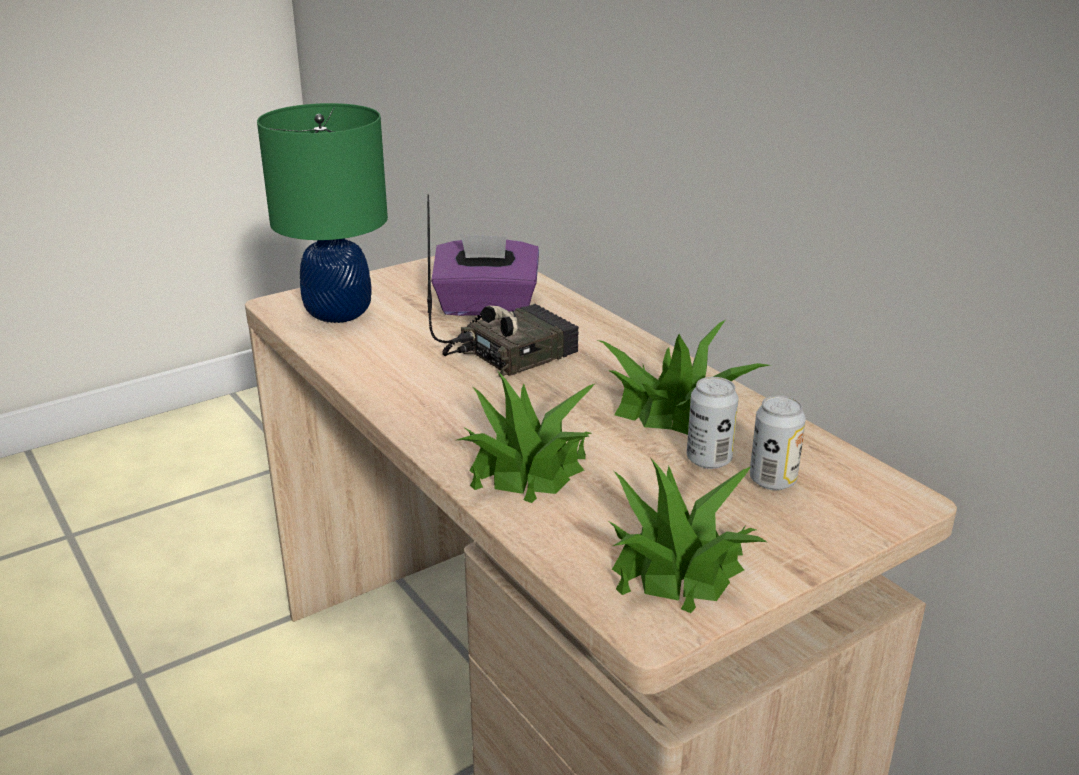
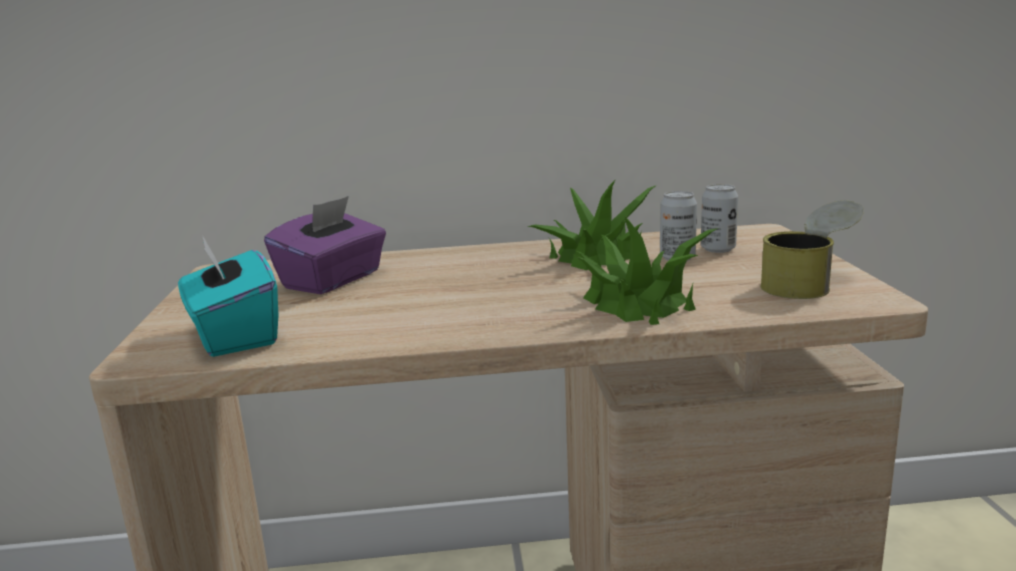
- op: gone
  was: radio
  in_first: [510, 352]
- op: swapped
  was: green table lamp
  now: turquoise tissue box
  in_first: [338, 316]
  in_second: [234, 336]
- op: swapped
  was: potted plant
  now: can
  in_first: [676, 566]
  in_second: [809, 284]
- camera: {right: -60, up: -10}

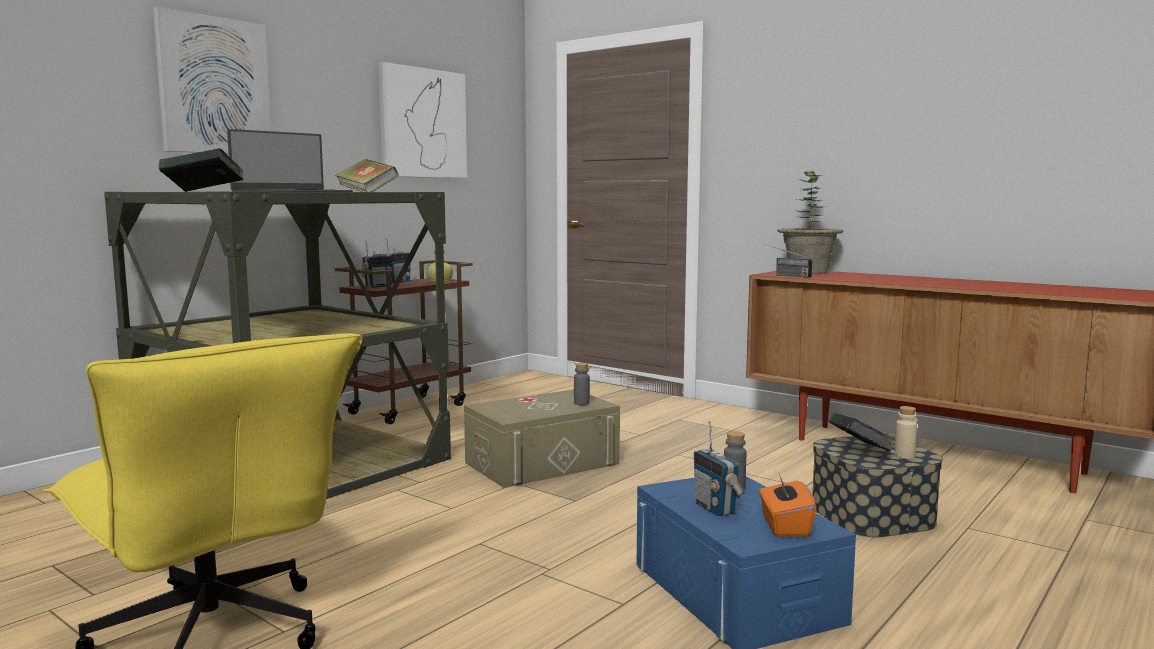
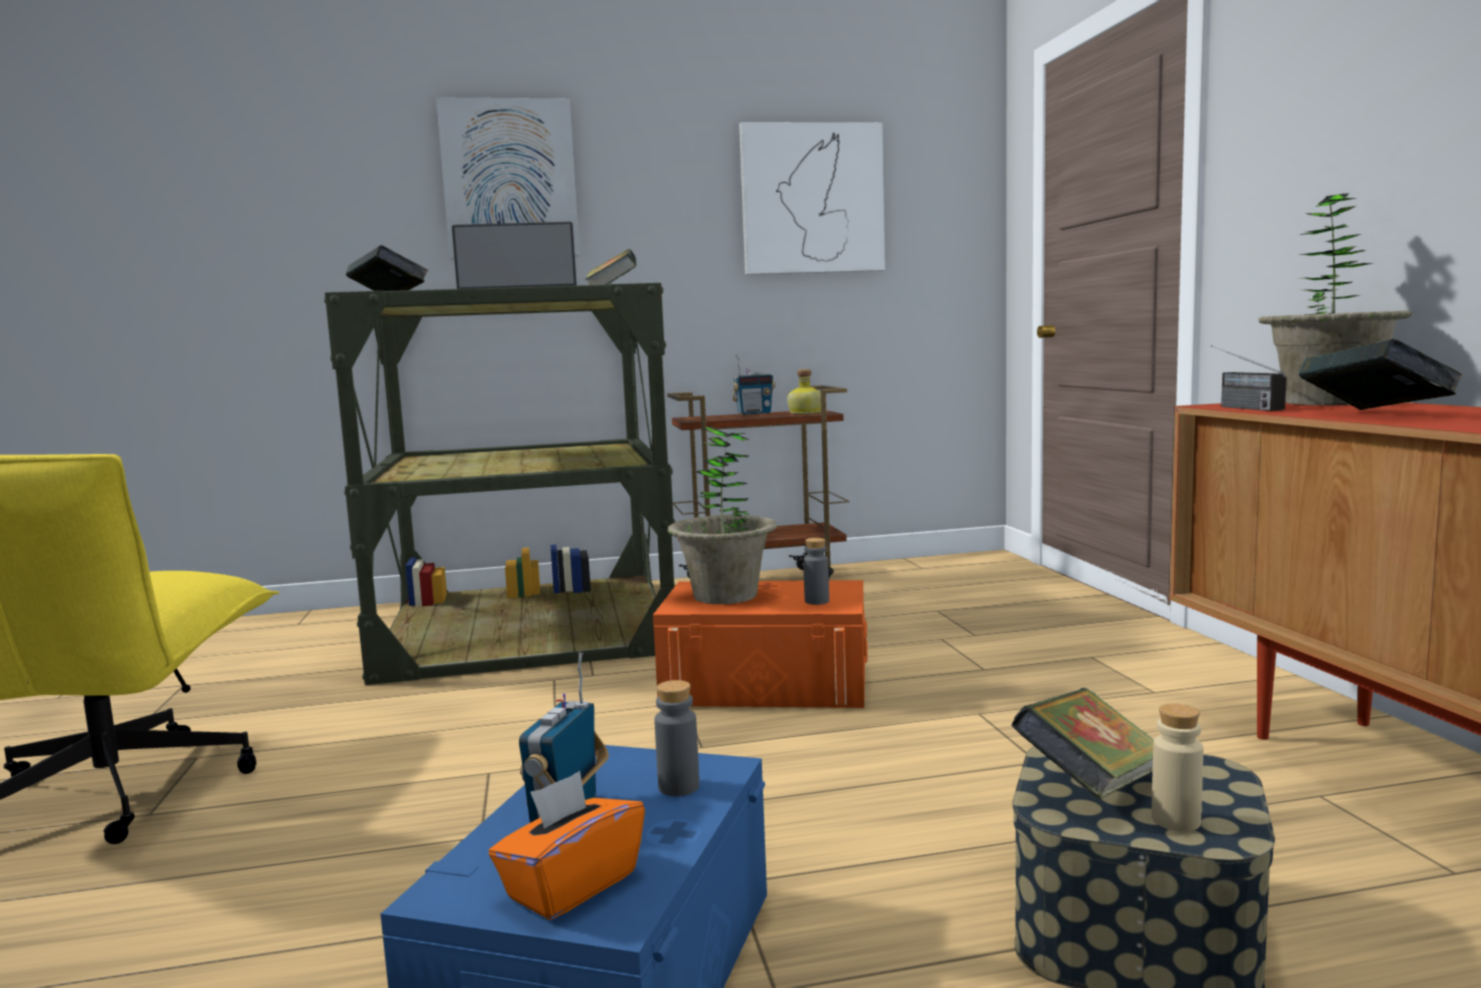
- op: gone
  was: radio
  in_first: [378, 286]
- op: new
  now: potted plant
  in_second: [725, 596]
- op: new
  now: book
  in_second: [1374, 414]
- op: repainted
  was: beige storage box
  now: orange storage box
  in_first: [542, 463]
  in_second: [766, 683]
- camera: {right: 40, up: 0}

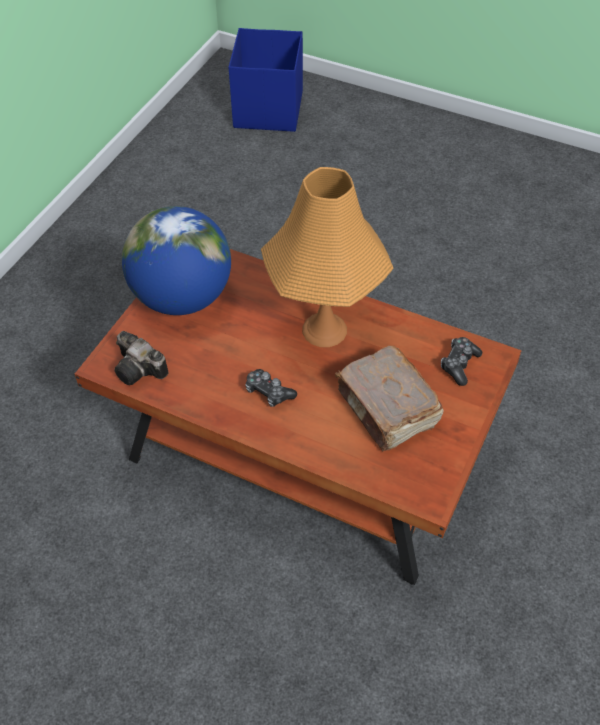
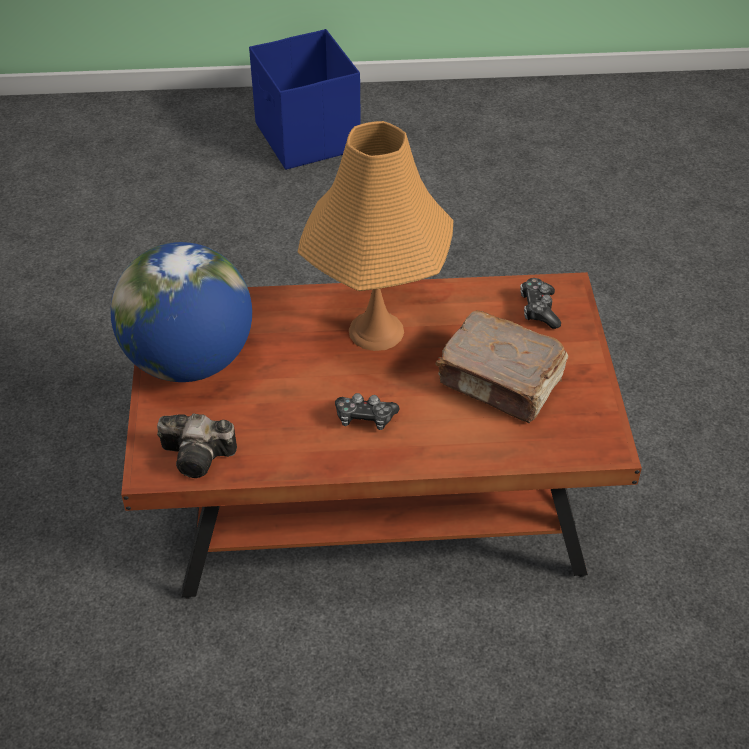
- op: shifted
  was: blue storage box
  in_first: [267, 111]
  in_second: [307, 138]
- camera: {right: -30, up: -5}

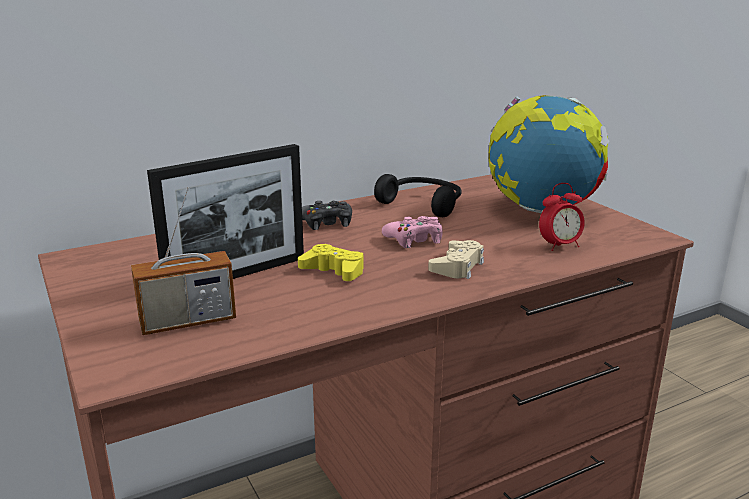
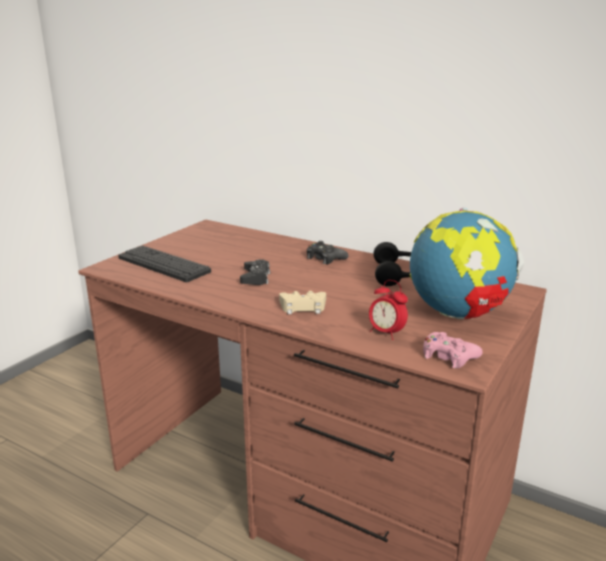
- op: gone
  was: picture frame
  in_first: [237, 275]
- op: shifted
  was: pink game controller
  in_first: [414, 239]
  in_second: [448, 356]
- op: swapped
  was: radio
  now: keyboard
  in_first: [188, 321]
  in_second: [163, 265]
- op: repainted
  was: yellow game controller
  now: black game controller
  in_first: [334, 271]
  in_second: [255, 277]
- camera: {right: 60, up: 0}

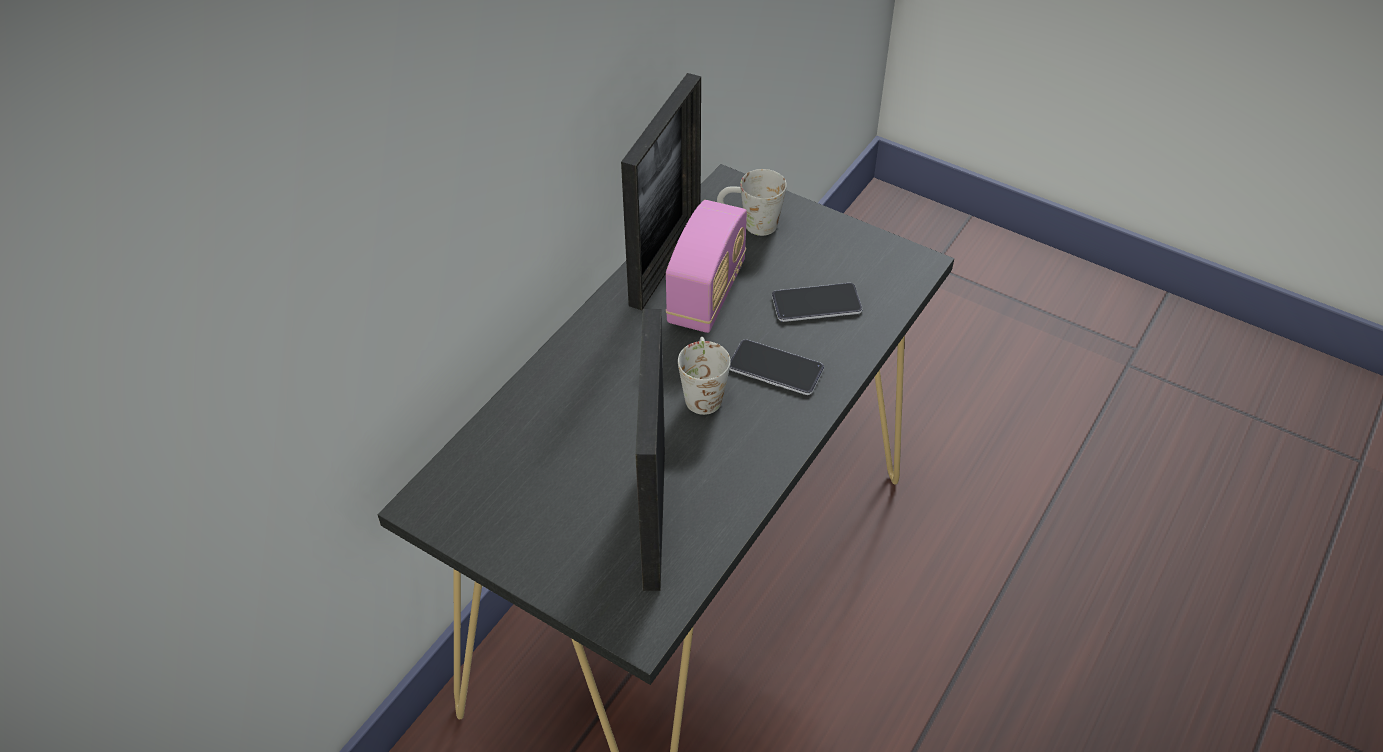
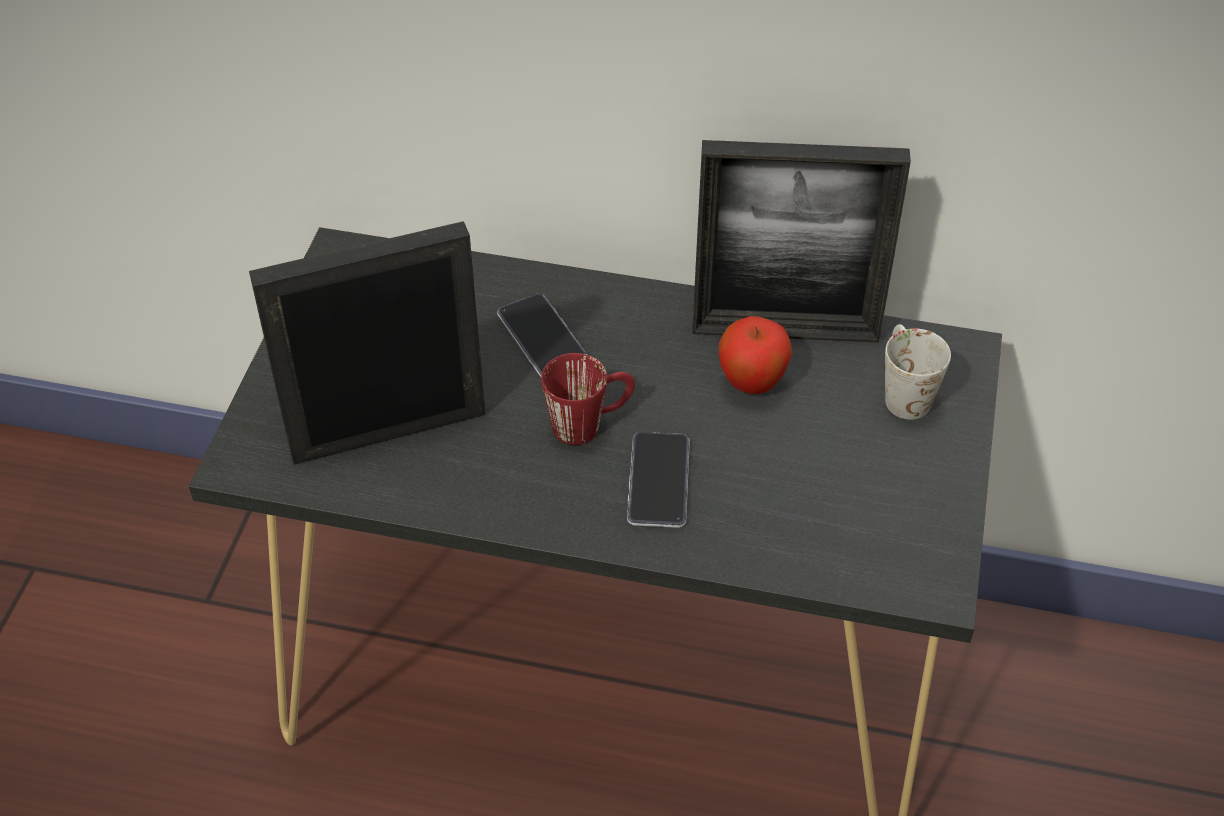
- op: shifted
  was: phone
  in_first: [816, 304]
  in_second: [542, 338]
- op: swapped
  was: radio
  now: apple
  in_first: [707, 294]
  in_second: [751, 384]
- op: repainted
  was: white mug
  now: red mug
  in_first: [702, 391]
  in_second: [590, 422]
- camera: {right: 70, up: 0}

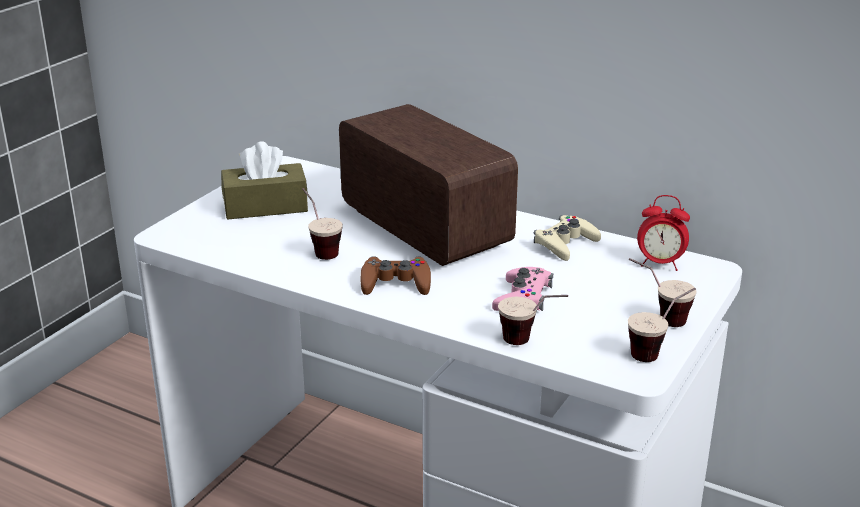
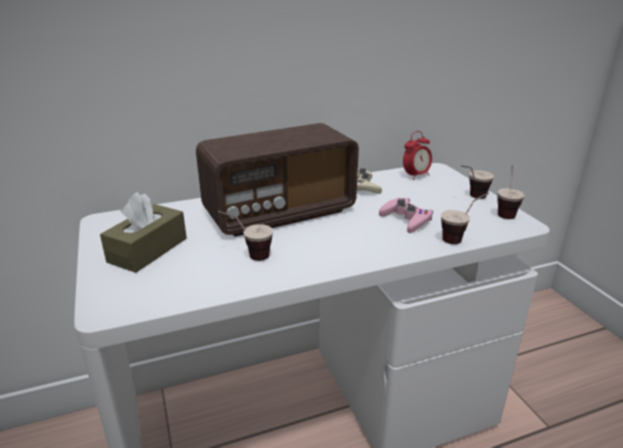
- op: gone
  was: brown game controller
  in_first: [396, 283]
- op: rotated
  was: radio
  in_first: [424, 228]
  in_second: [279, 212]
  clockwise: 150
- camera: {right: -50, up: 0}

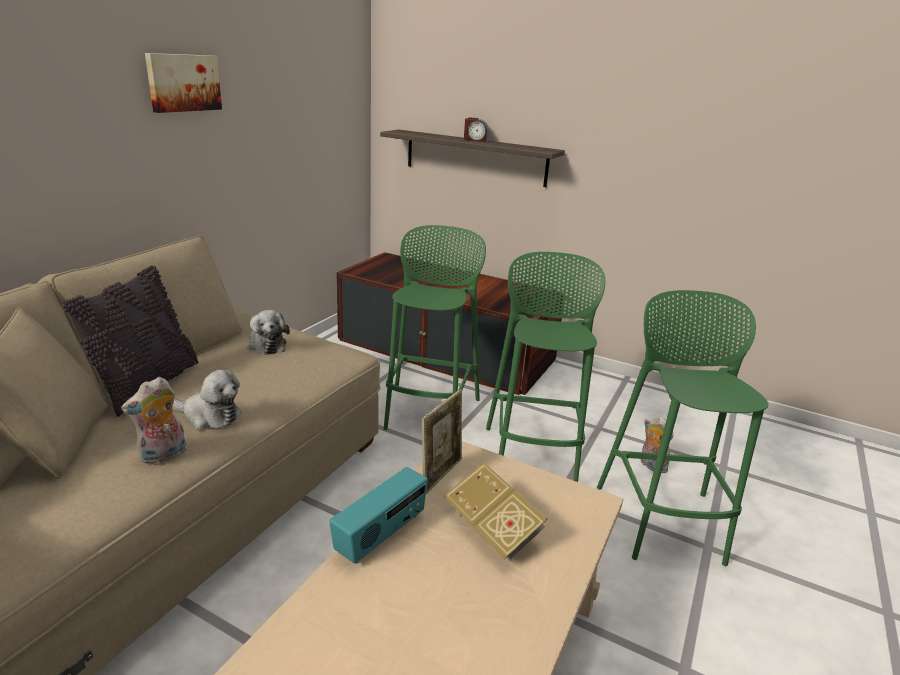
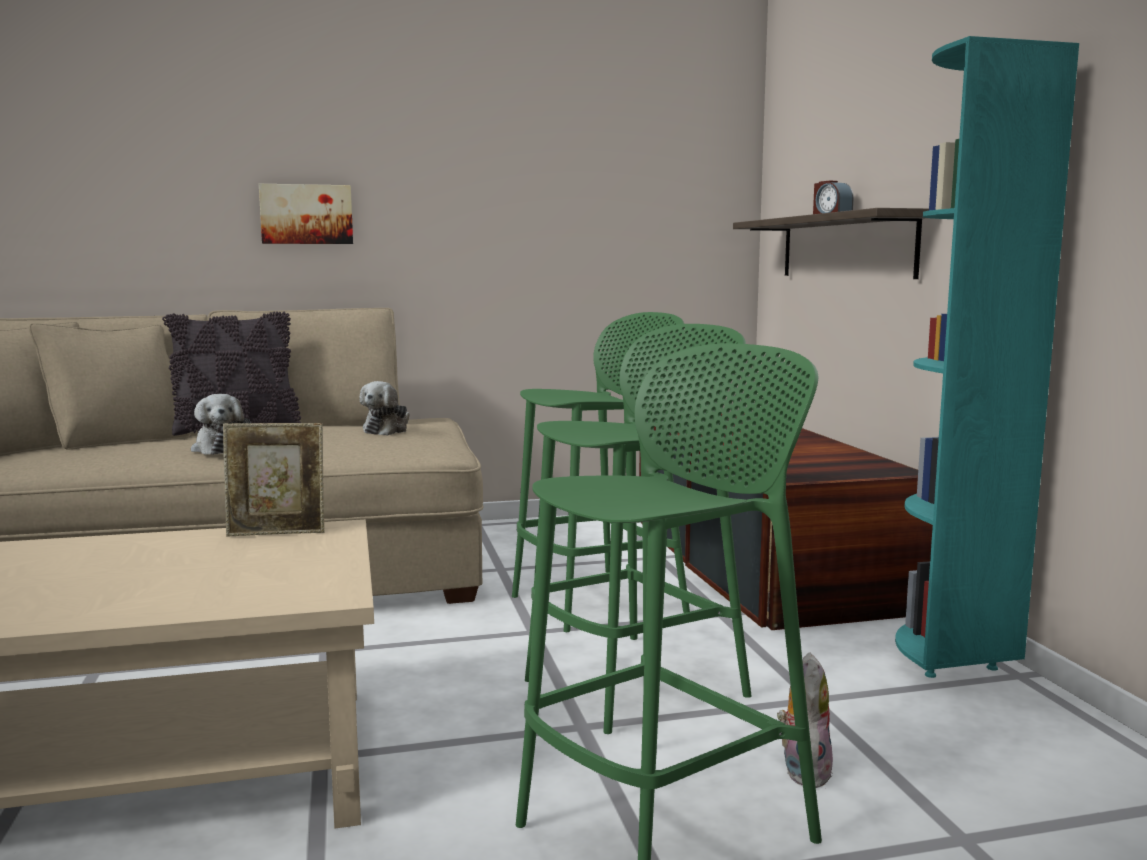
- op: gone
  was: plush toy
  in_first: [163, 456]
- op: gone
  was: radio
  in_first: [381, 535]
- op: gone
  was: book
  in_first: [493, 529]
- op: new
  now: turquoise bookcase
  in_second: [946, 659]
- op: shifted
  was: picture
  in_first: [183, 82]
  in_second: [306, 214]
- camera: {right: 50, up: -15}

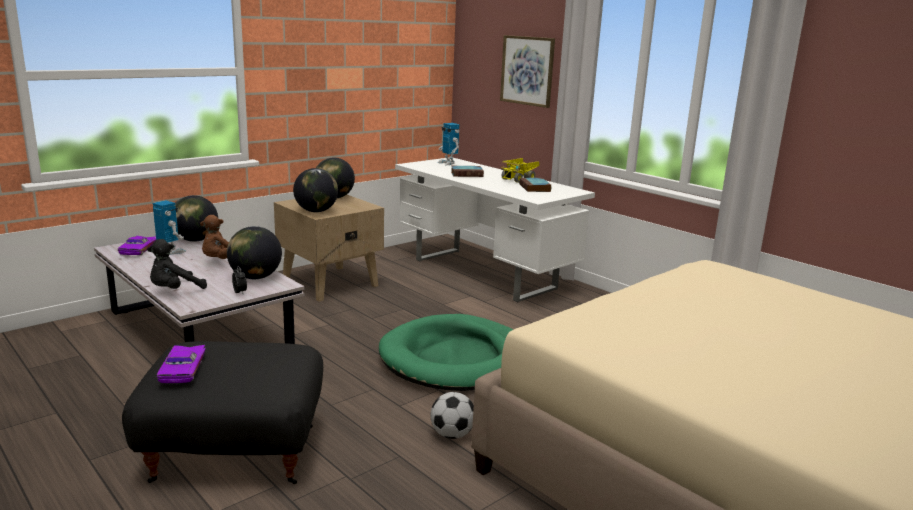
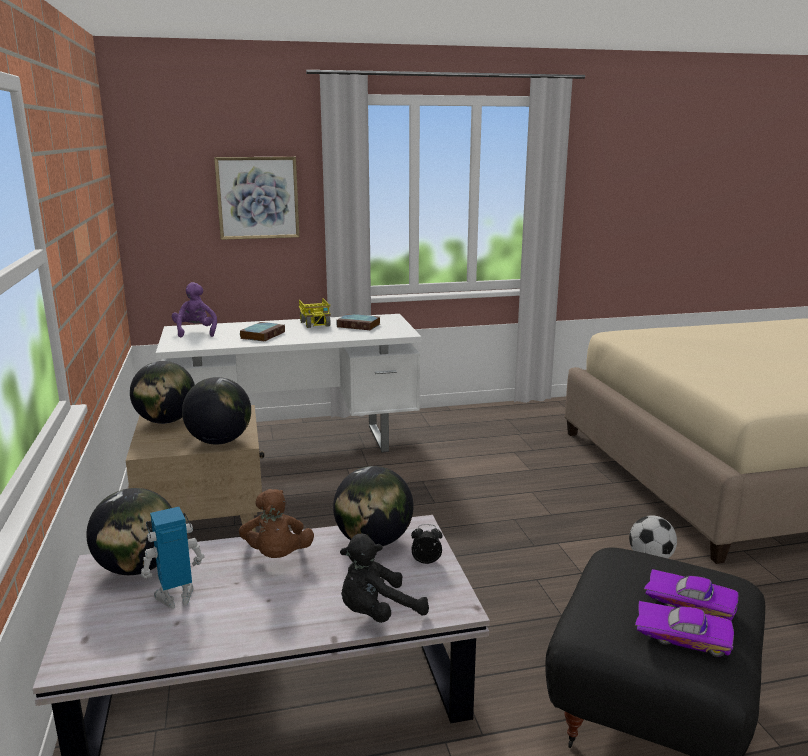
- op: gone
  was: green dog bed
  in_first: [457, 359]
- op: shifted
  was: purple toy car
  in_first: [140, 250]
  in_second: [690, 601]
- op: swapped
  was: toy robot
  now: purple plush toy
  in_first: [448, 163]
  in_second: [196, 332]
- op: rotated
  was: black plush toy
  in_first: [175, 290]
  in_second: [377, 613]
  clockwise: 75
- camera: {right: -60, up: 0}

